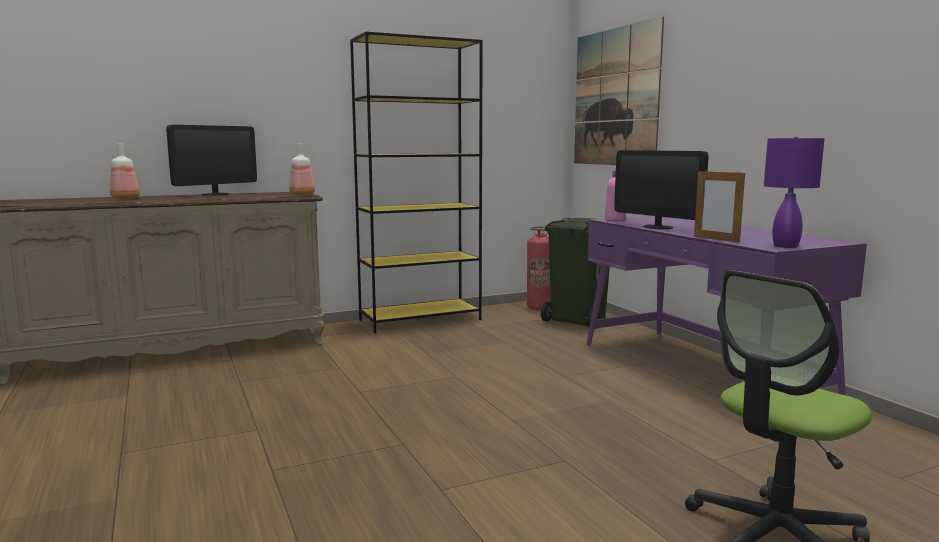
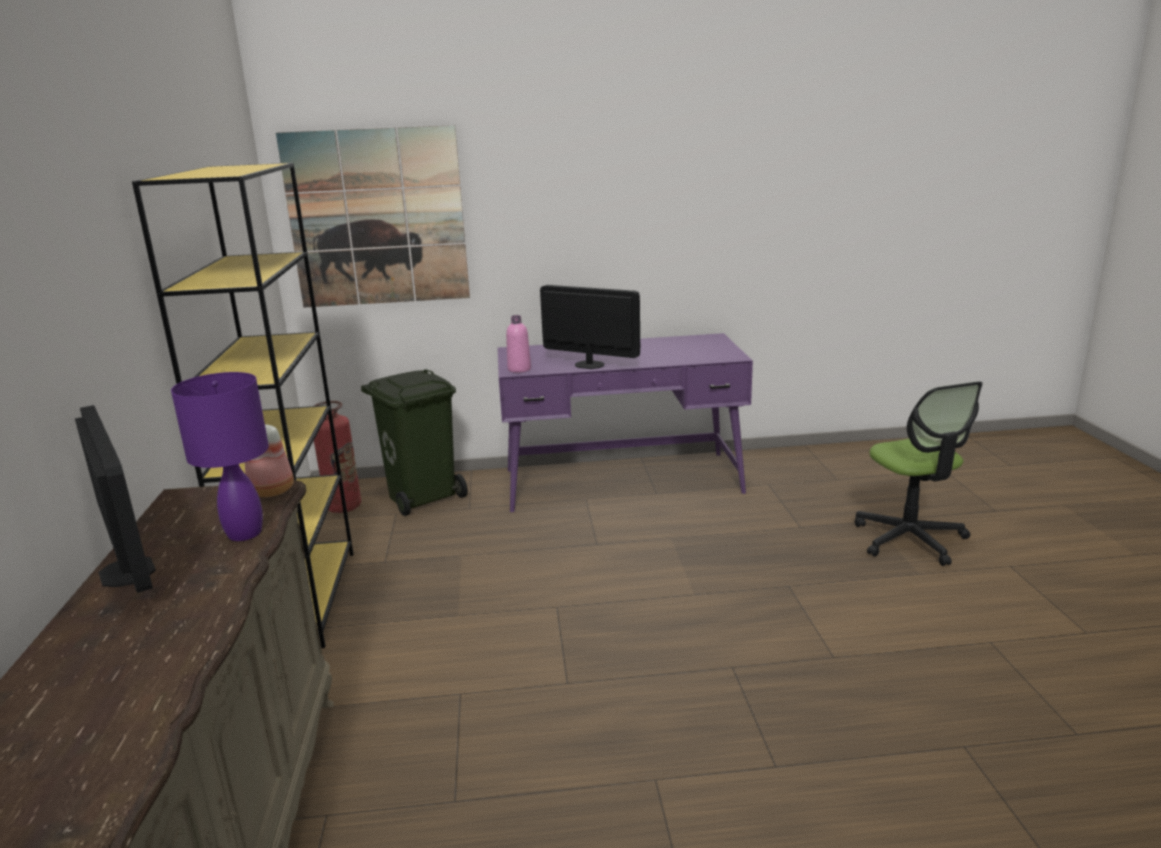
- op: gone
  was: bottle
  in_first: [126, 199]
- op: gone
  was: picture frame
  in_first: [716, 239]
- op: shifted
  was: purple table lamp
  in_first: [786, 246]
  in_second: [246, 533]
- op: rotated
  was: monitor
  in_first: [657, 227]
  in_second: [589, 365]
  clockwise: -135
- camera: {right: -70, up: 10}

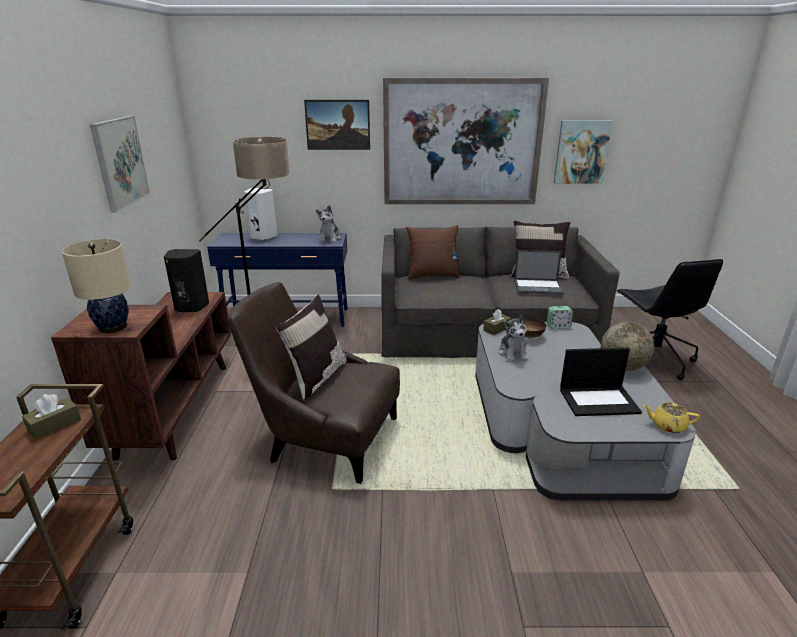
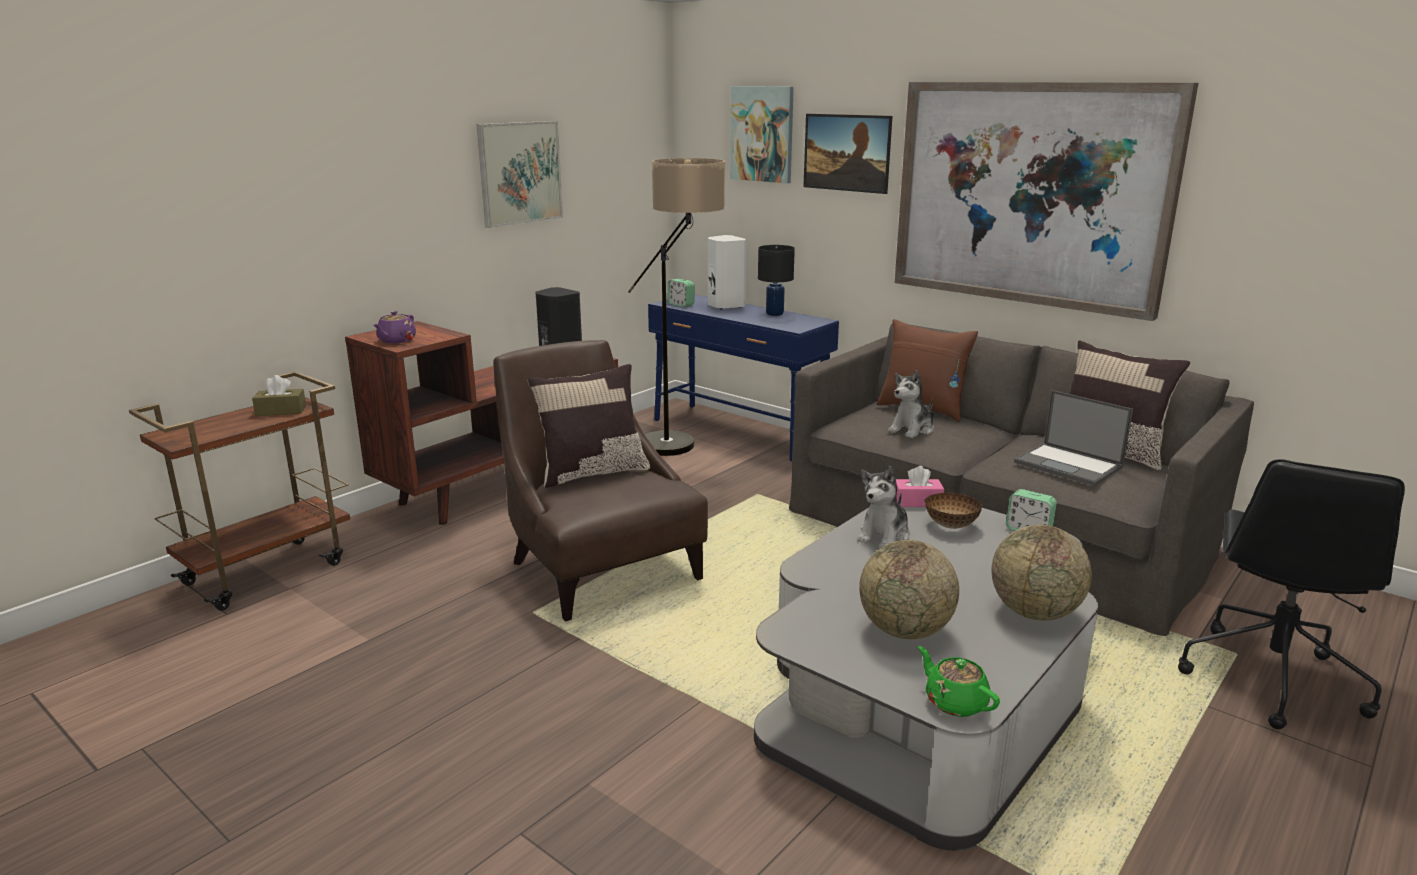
- op: new
  now: alarm clock
  in_second: [681, 304]
- op: new
  now: black table lamp
  in_second: [775, 314]
- op: shifted
  was: plush toy
  in_first: [329, 238]
  in_second: [912, 429]
- op: shifted
  was: picture
  in_first: [581, 152]
  in_second: [762, 134]
- op: swapped
  was: beige table lamp
  now: purple teapot
  in_first: [112, 327]
  in_second: [396, 340]
- op: swapped
  was: laptop
  now: globe
  in_first: [599, 400]
  in_second: [905, 631]
- op: repainted
  was: brown tissue box
  now: pink tissue box
  in_first: [496, 329]
  in_second: [917, 502]
- op: repainted
  was: yellow teapot
  now: green teapot
  in_first: [667, 426]
  in_second: [955, 702]
- camera: {right: 40, up: -5}

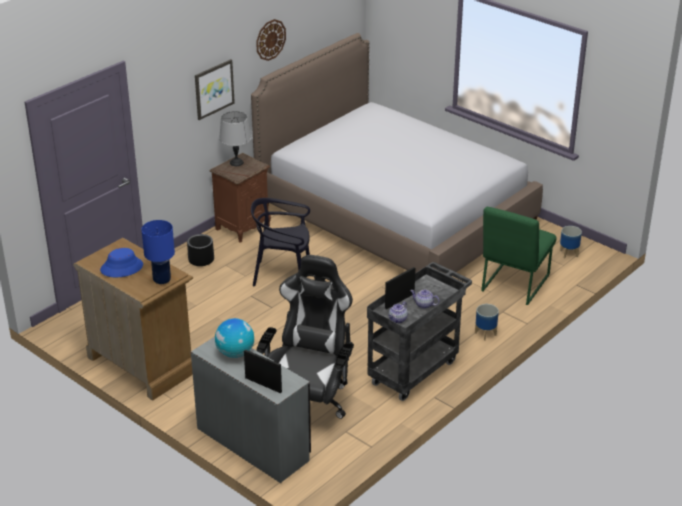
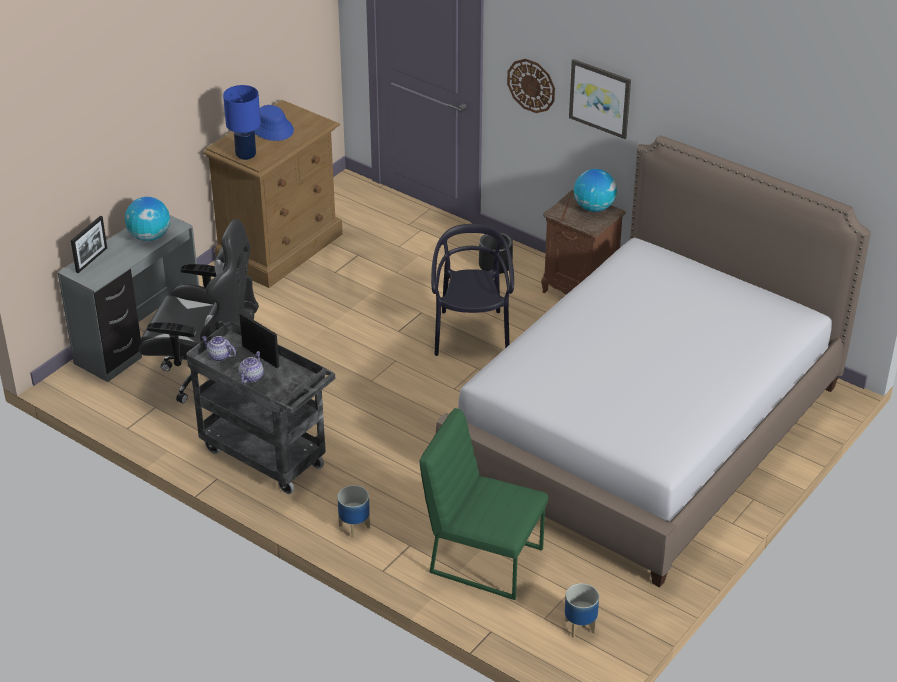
- op: shifted
  was: wall clock
  in_first: [270, 39]
  in_second: [531, 85]
- op: swapped
  was: grey table lamp
  now: globe
  in_first: [236, 163]
  in_second: [594, 208]
- camera: {right: 85, up: 5}

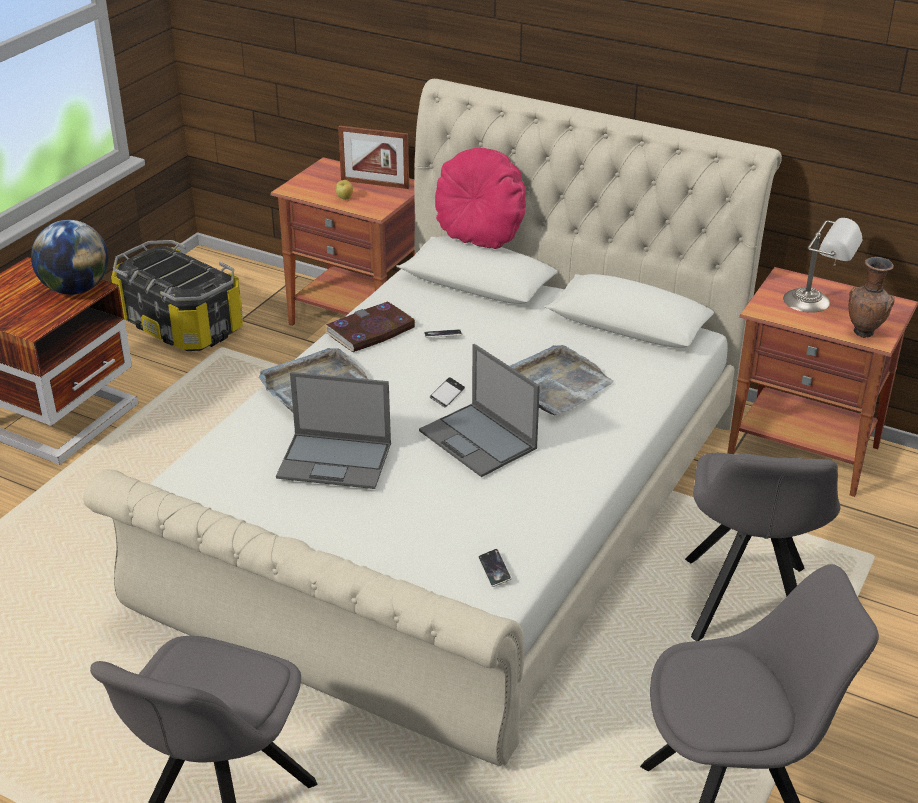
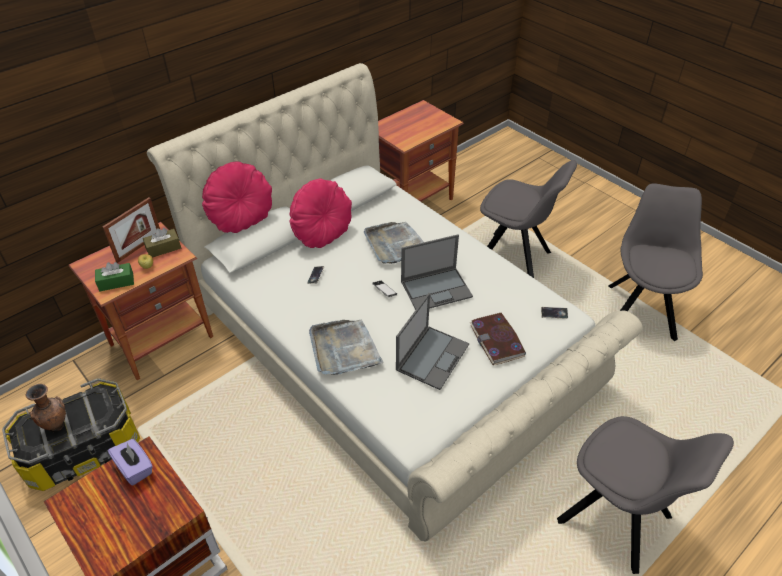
- op: gone
  was: white table lamp
  in_first: [816, 302]
- op: new
  now: green tissue box
  in_second: [116, 282]
- op: new
  now: brown tissue box
  in_second: [163, 248]
- op: new
  now: pink pillow
  in_second: [323, 236]
- op: shifted
  was: book
  in_first: [370, 331]
  in_second: [497, 340]
- op: shifted
  was: brown vase
  in_first: [864, 332]
  in_second: [57, 425]
- op: swapped
  was: globe
  now: purple tissue box
  in_first: [75, 289]
  in_second: [135, 468]
- camera: {right: -70, up: 10}

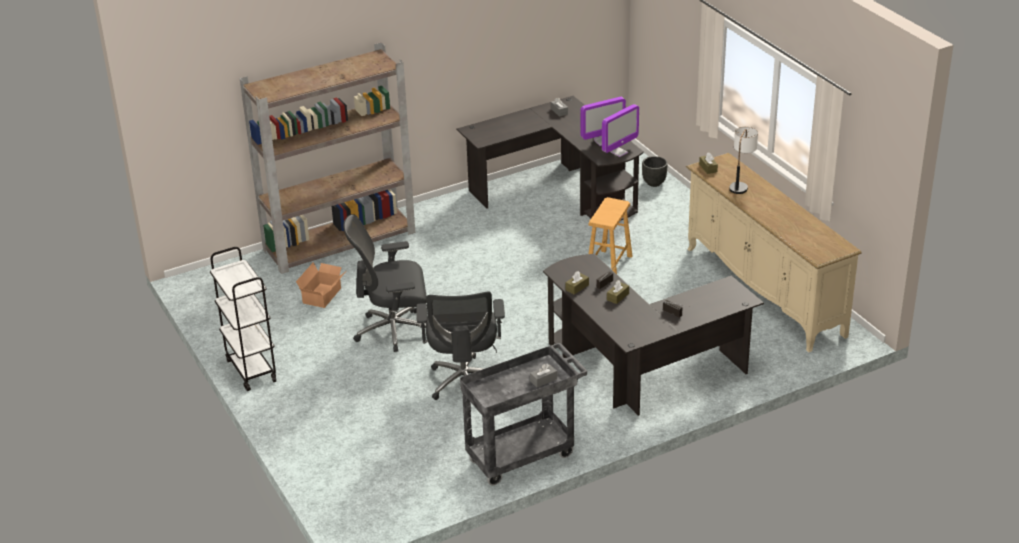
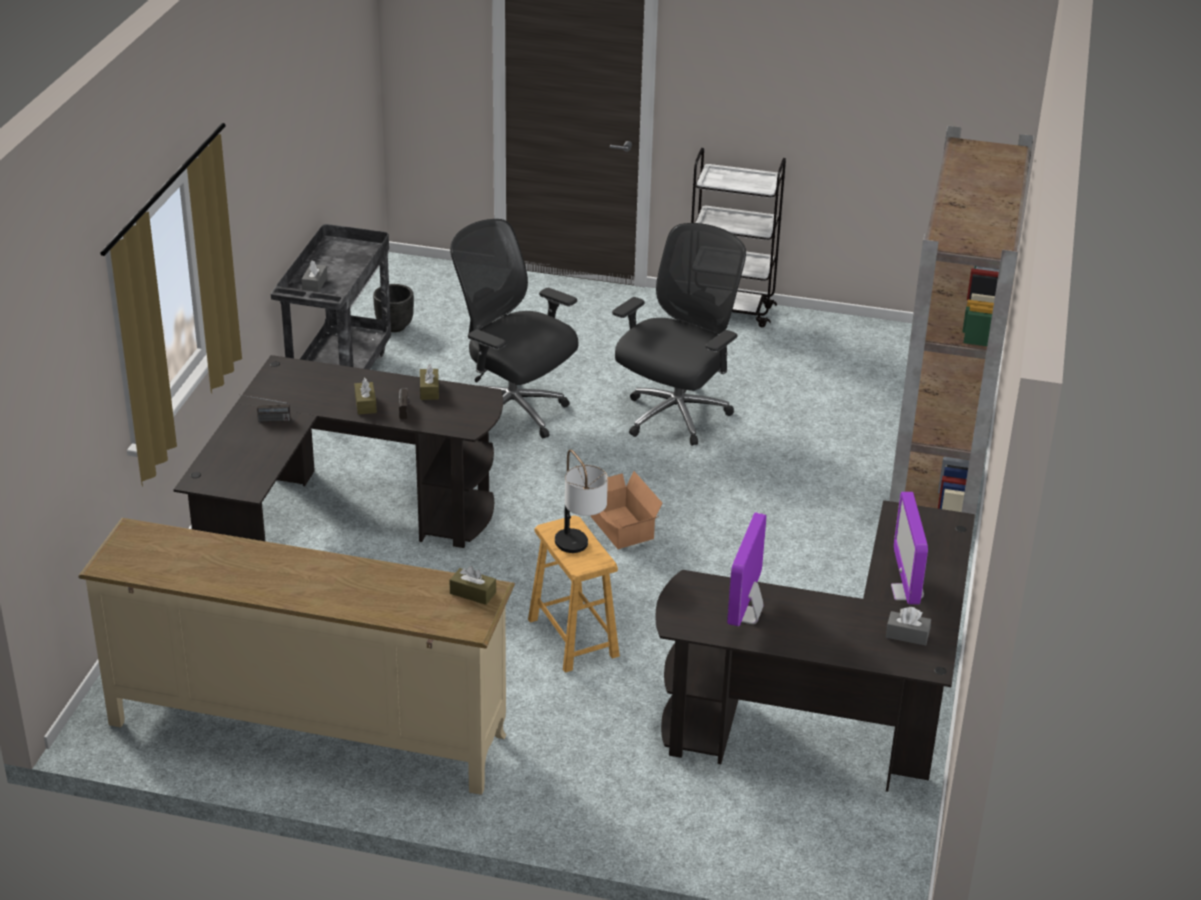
- op: shifted
  was: cardboard box
  in_first: [324, 295]
  in_second: [620, 529]
- op: shifted
  was: monitor
  in_first: [619, 152]
  in_second: [906, 592]
- op: shifted
  was: black planter
  in_first: [654, 183]
  in_second: [394, 326]
- op: shifted
  was: table lamp
  in_first: [741, 184]
  in_second: [578, 552]
- camera: {right: 130, up: 0}

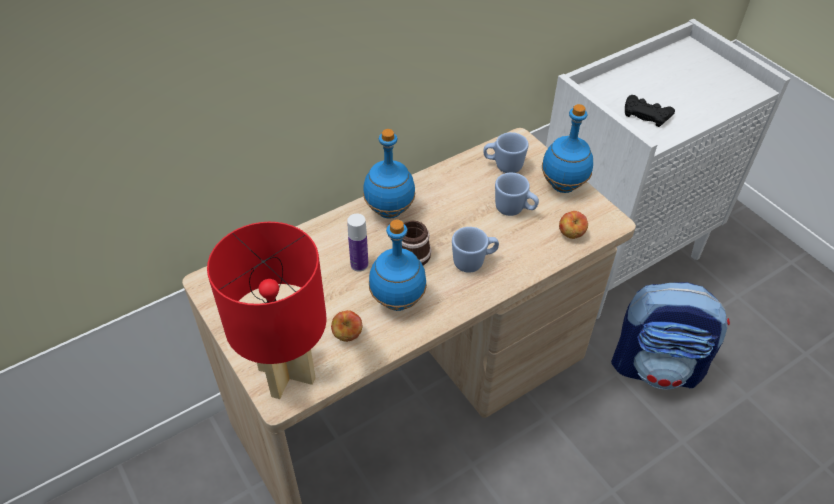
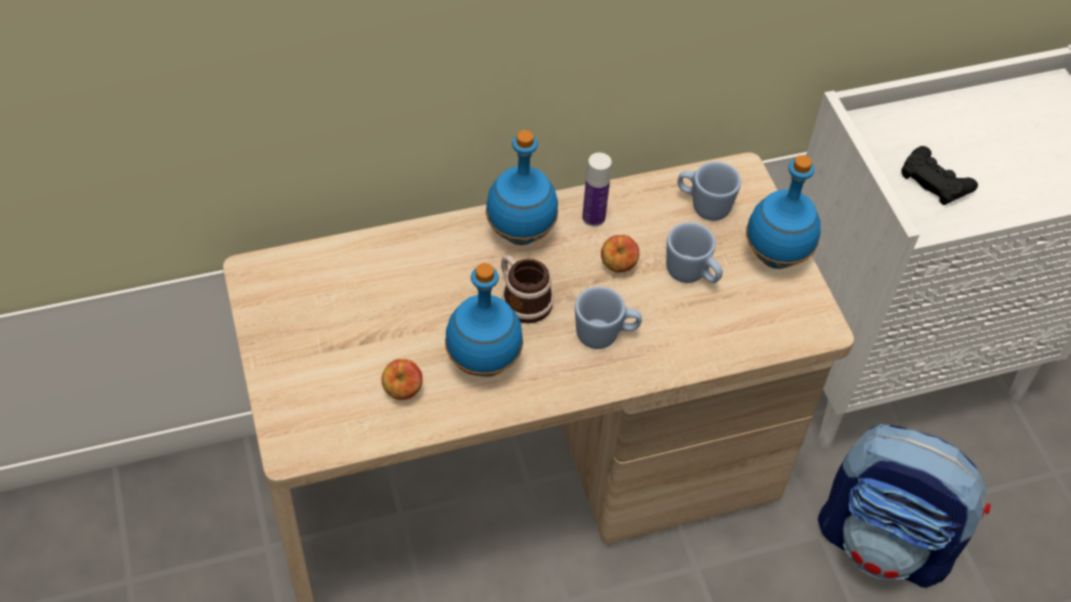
- op: gone
  was: red table lamp
  in_first: [287, 373]
- op: shifted
  was: bottle
  in_first: [359, 264]
  in_second: [593, 217]
- op: shifted
  was: apple
  in_first: [570, 234]
  in_second: [618, 265]
- camera: {right: 15, up: 5}

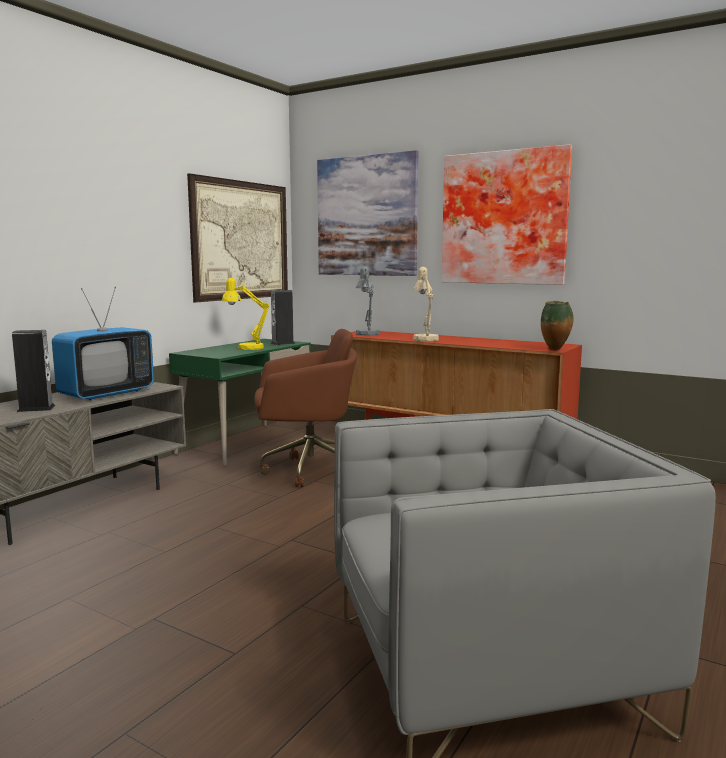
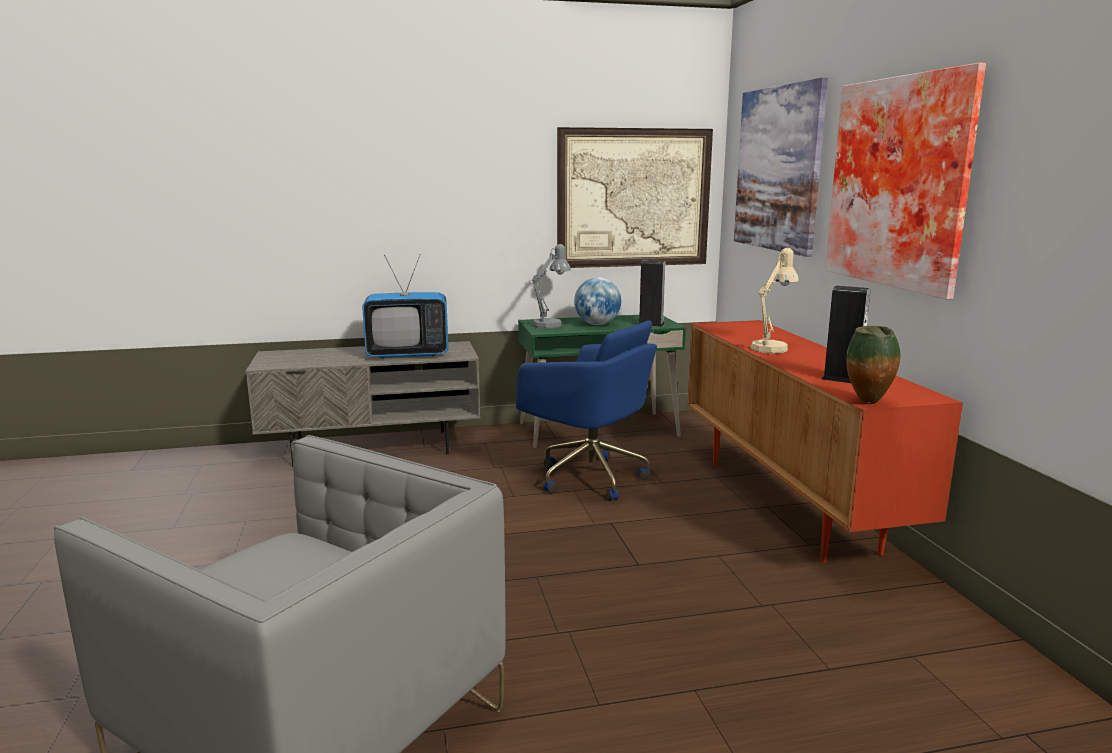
- op: shifted
  was: speaker
  in_first: [36, 408]
  in_second: [842, 378]
- op: shifted
  was: grey table lamp
  in_first: [366, 333]
  in_second: [551, 324]
- op: swapped
  was: yellow table lamp
  now: globe
  in_first: [245, 348]
  in_second: [597, 324]
- op: repainted
  was: brown office chair
  now: blue office chair
  in_first: [305, 471]
  in_second: [587, 477]
- camera: {right: 45, up: 5}

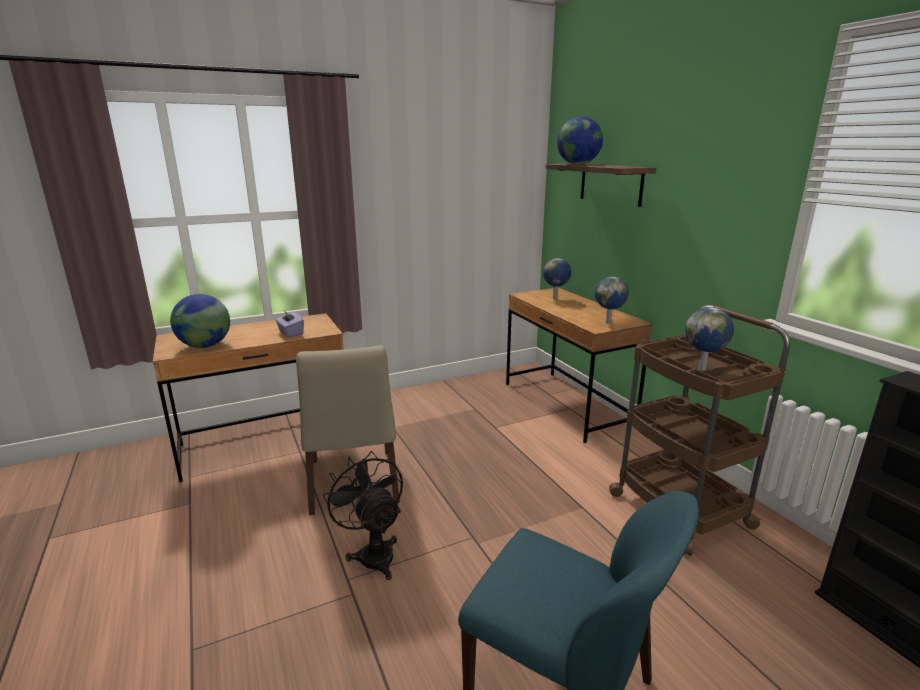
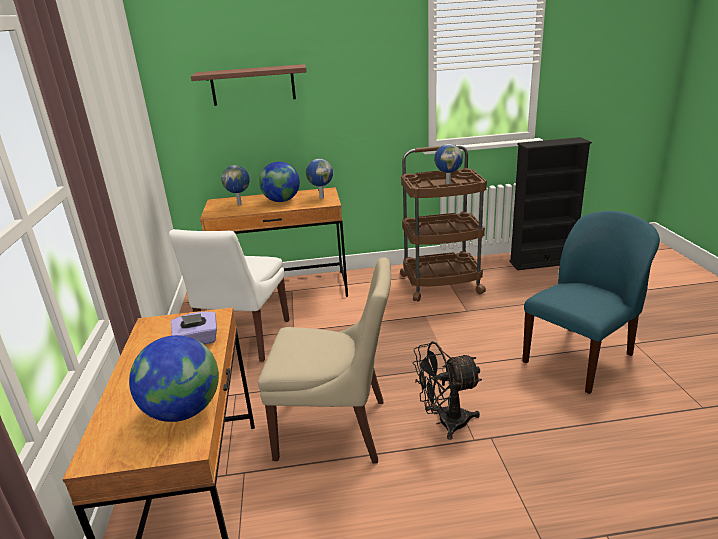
- op: new
  now: white chair
  in_second: [243, 340]
- op: shifted
  was: globe
  in_first: [578, 164]
  in_second: [281, 201]
- camera: {right: -70, up: 5}

